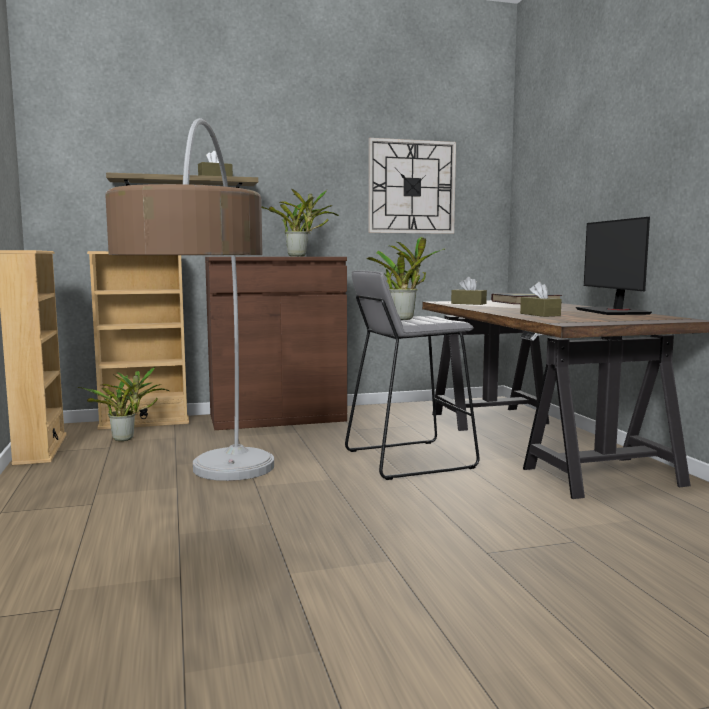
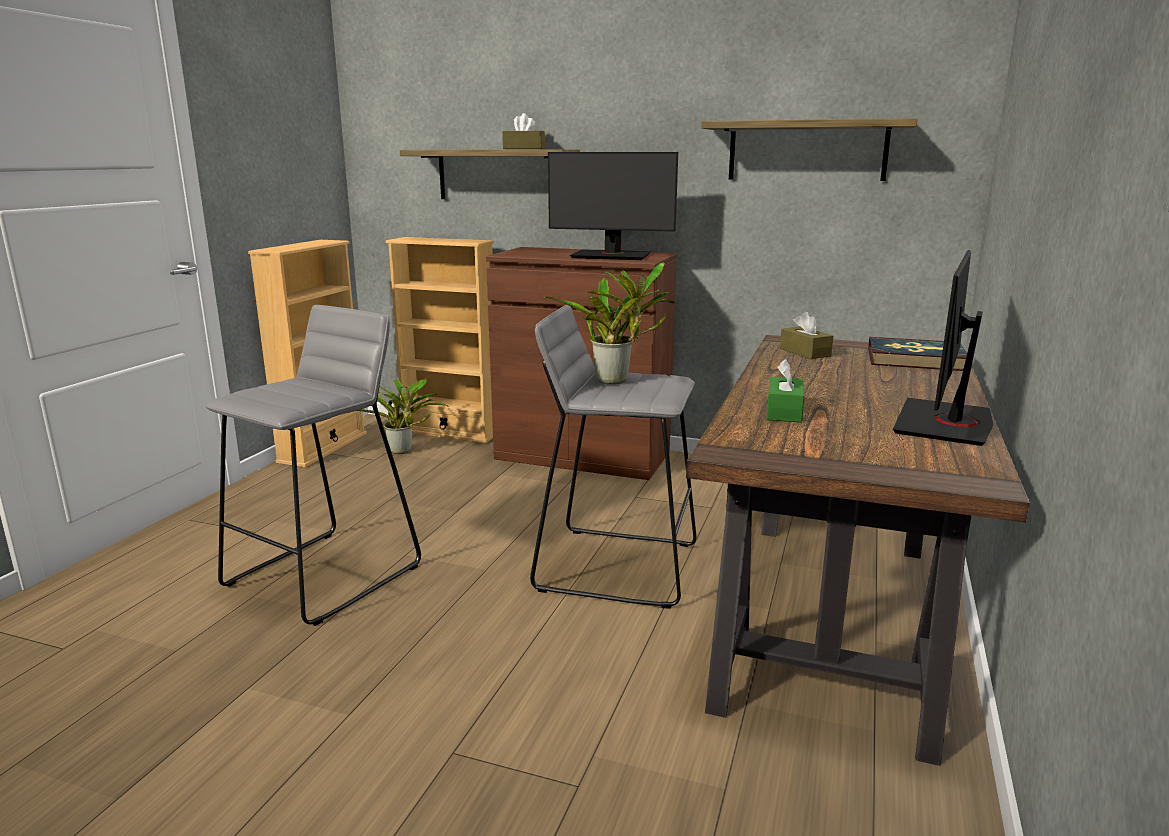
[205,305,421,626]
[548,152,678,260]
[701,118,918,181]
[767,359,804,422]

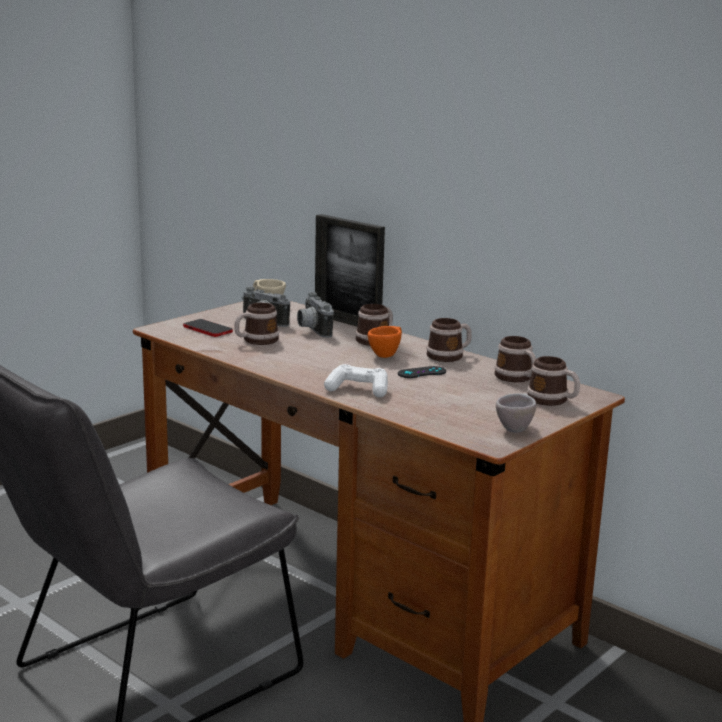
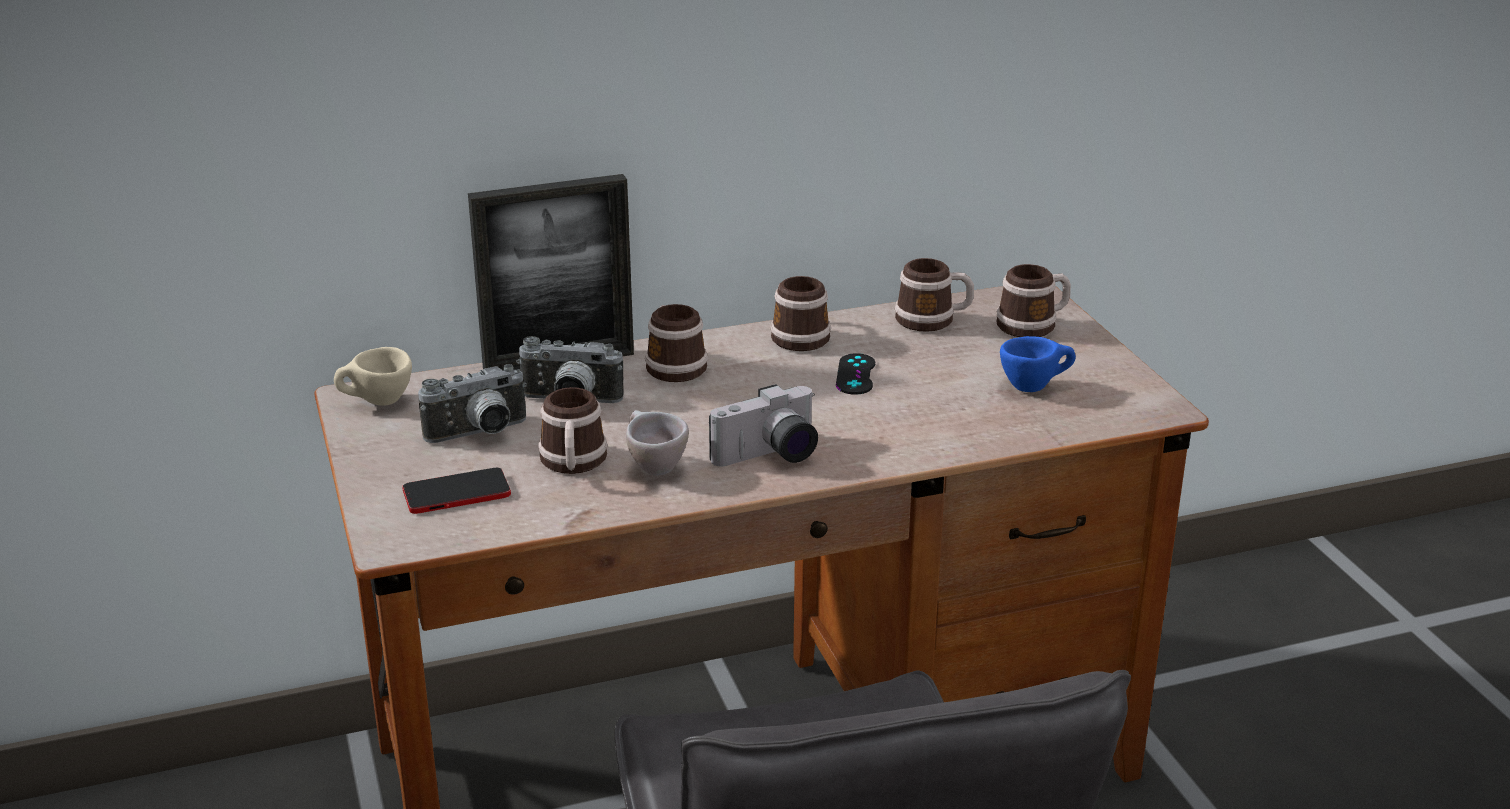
[324,364,388,398] (first image)
[368,326,402,358] (first image)
[709,384,818,466]
[1000,336,1076,392]
[626,410,689,476]

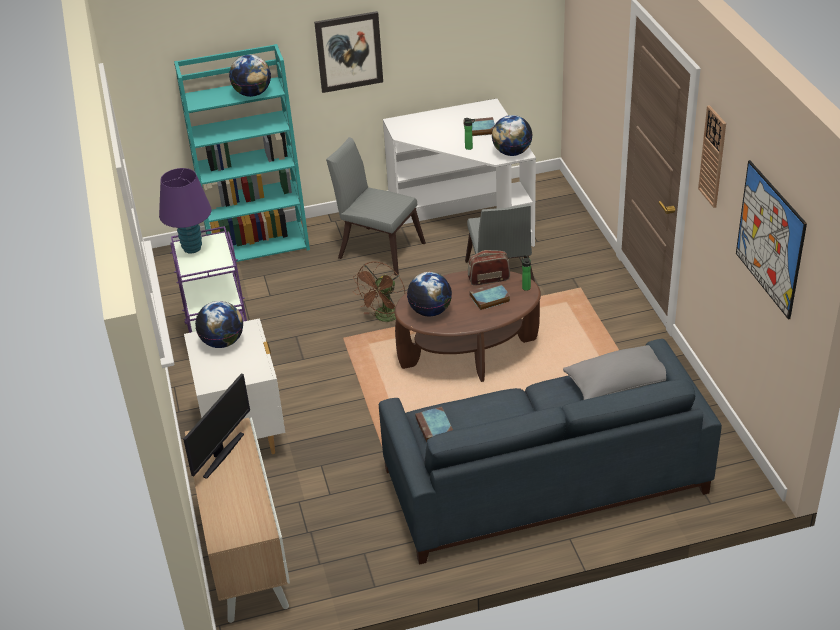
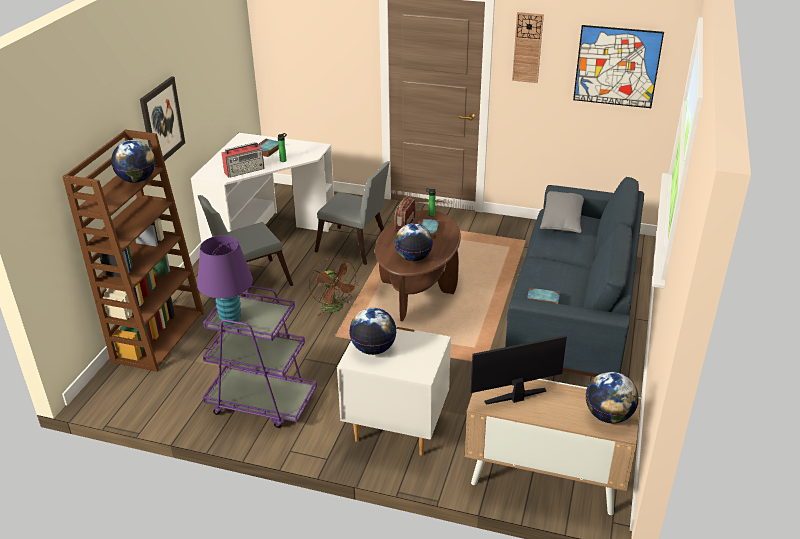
[221,142,265,178]
[586,371,639,424]
[62,129,205,372]
[470,335,567,404]

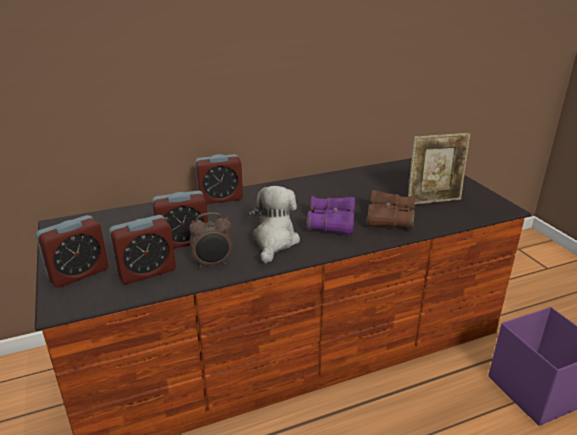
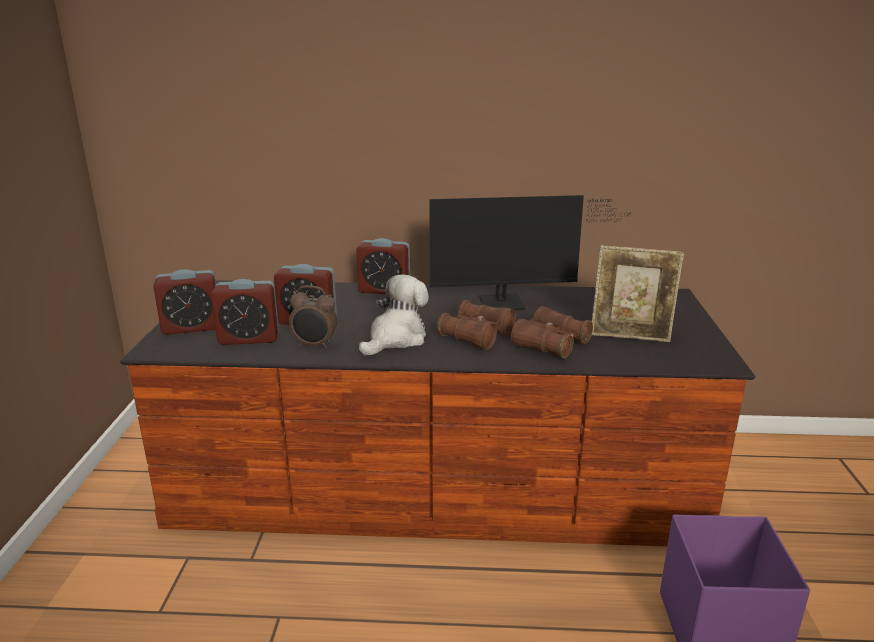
[429,195,630,310]
[437,300,516,350]

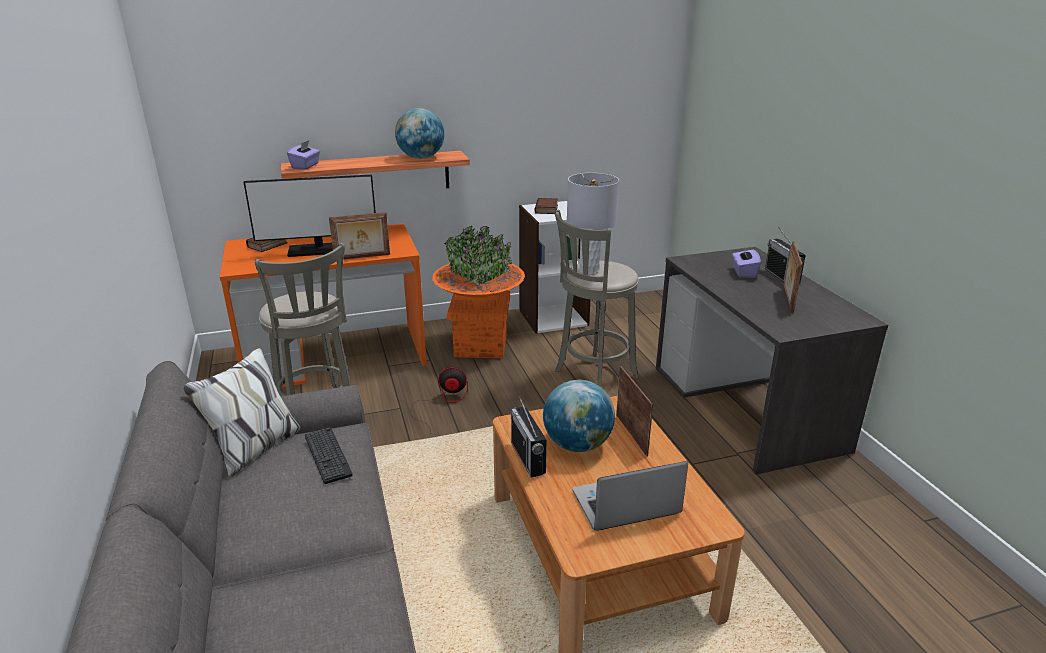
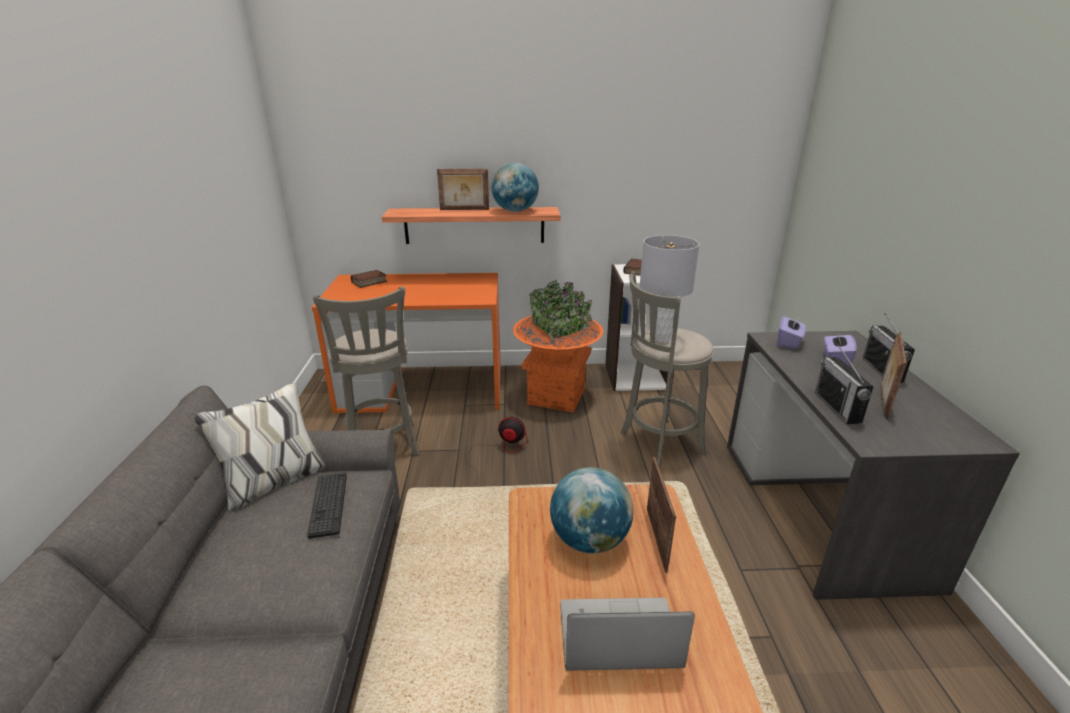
[244,175,376,257] (first image)
[778,316,806,349]
[437,169,489,210]
[815,344,873,424]

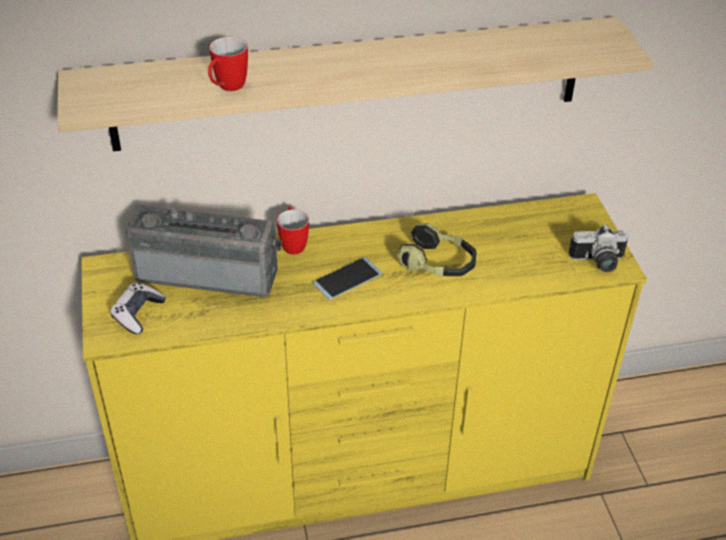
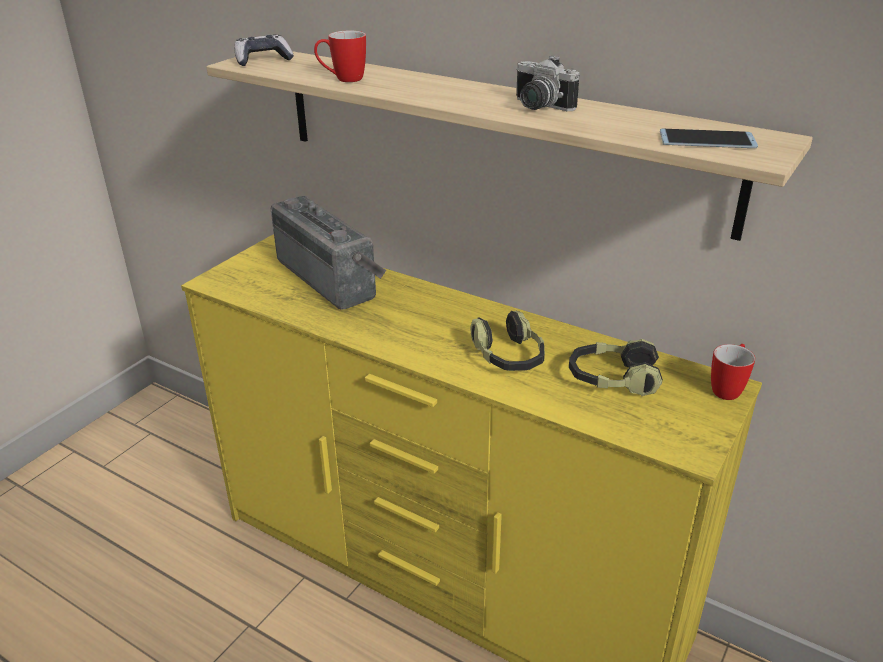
[569,338,663,396]
[234,34,294,66]
[711,344,755,400]
[660,129,758,148]
[516,55,580,111]

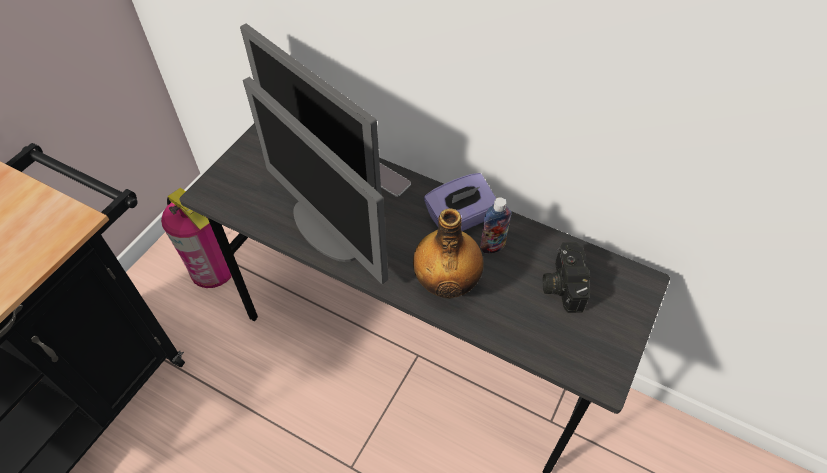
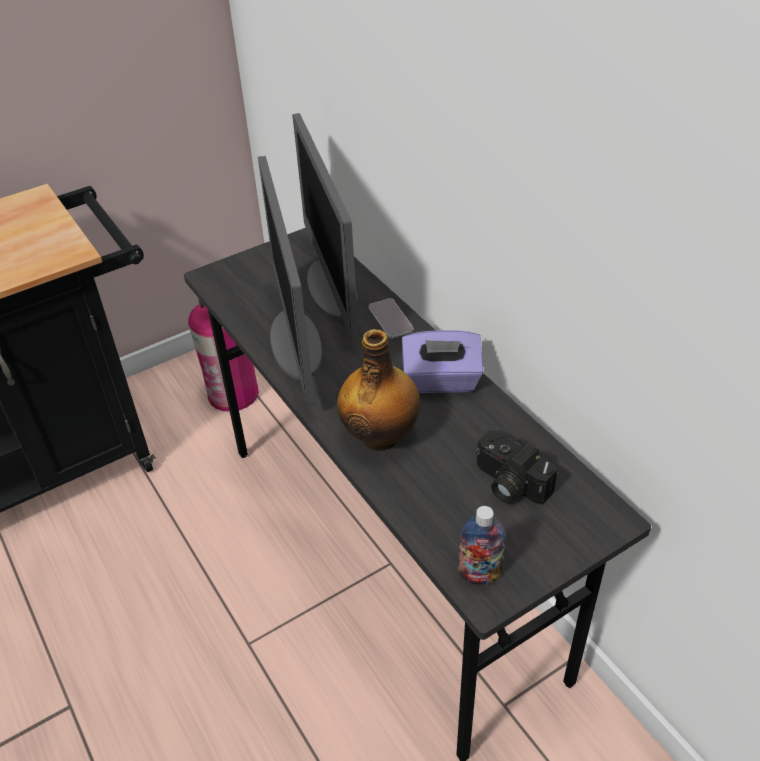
[458,506,506,585]
[475,430,557,505]

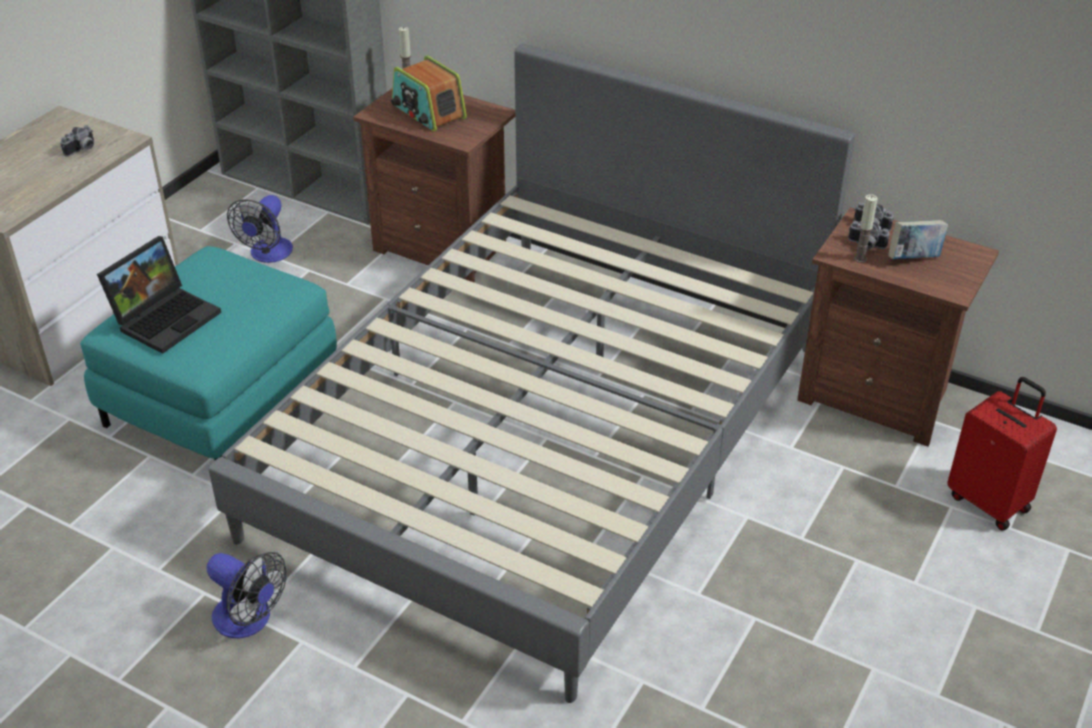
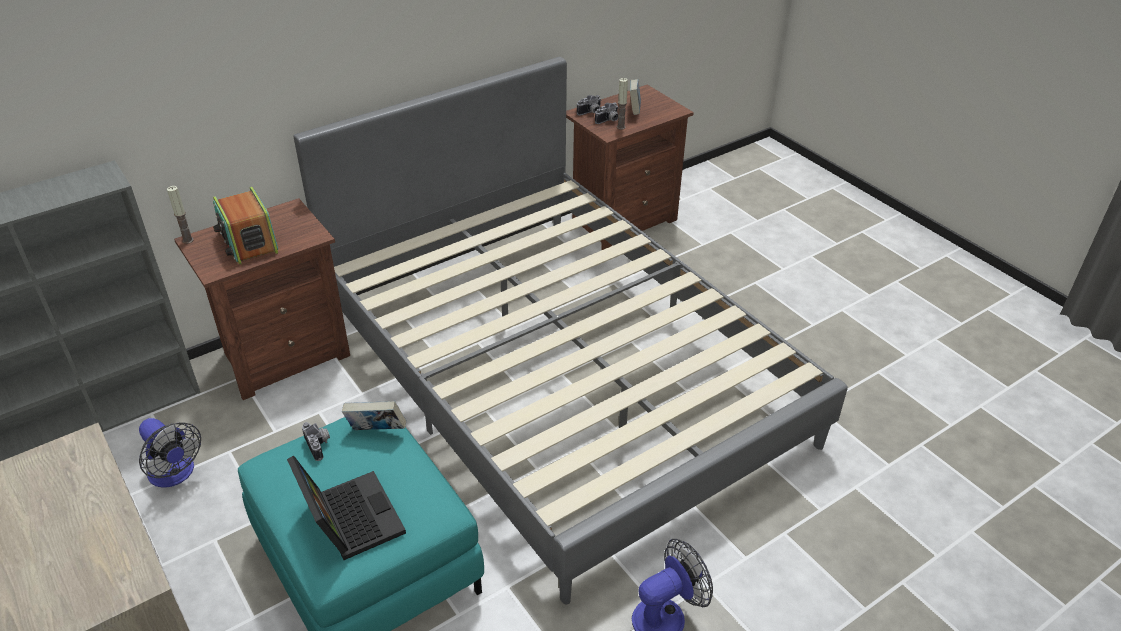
[947,377,1057,531] (first image)
[342,401,406,430]
[302,422,330,461]
[213,187,278,265]

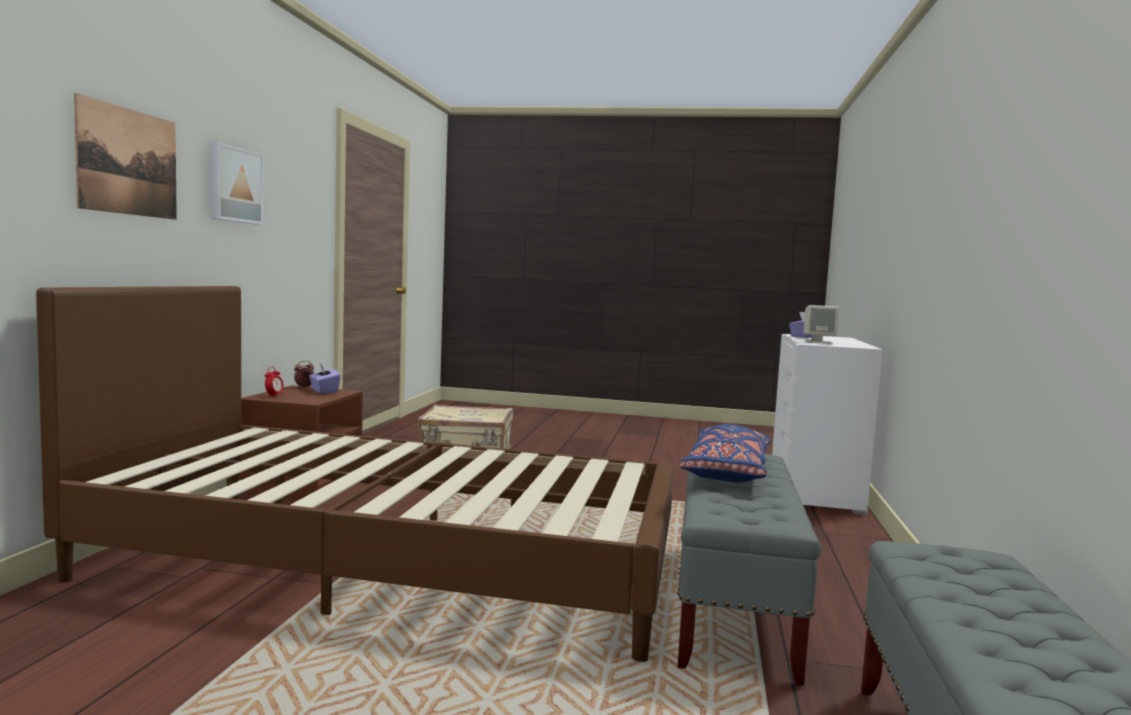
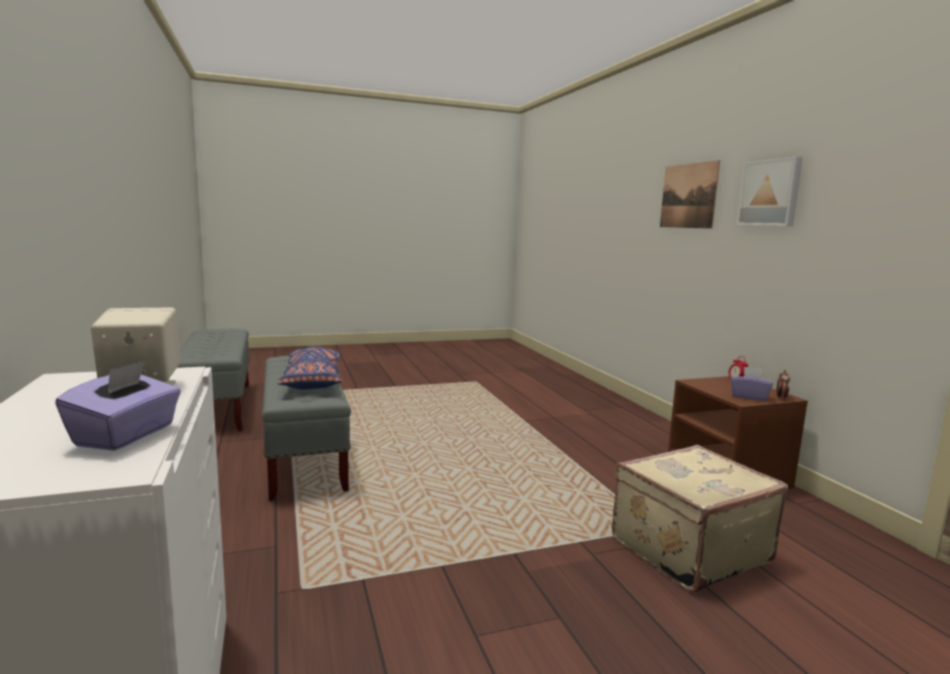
[36,286,674,662] (first image)

